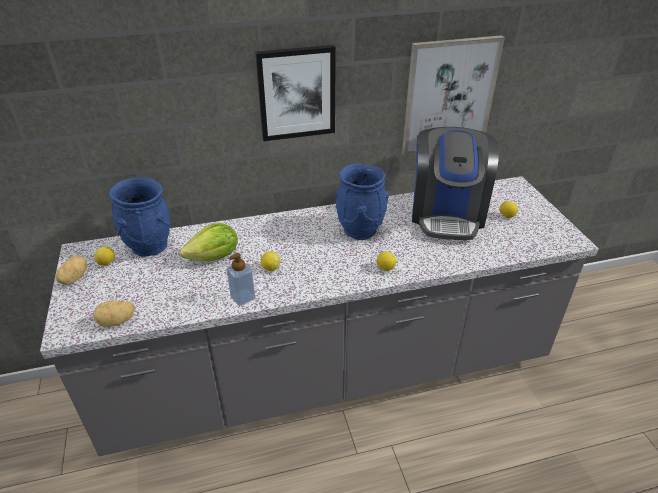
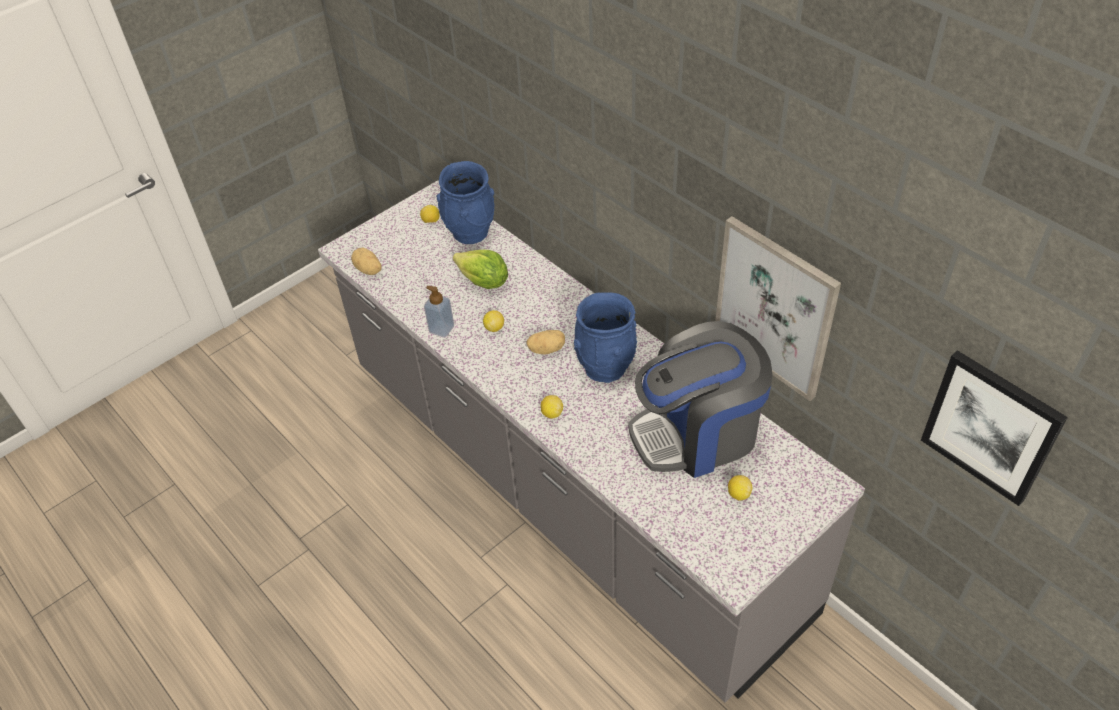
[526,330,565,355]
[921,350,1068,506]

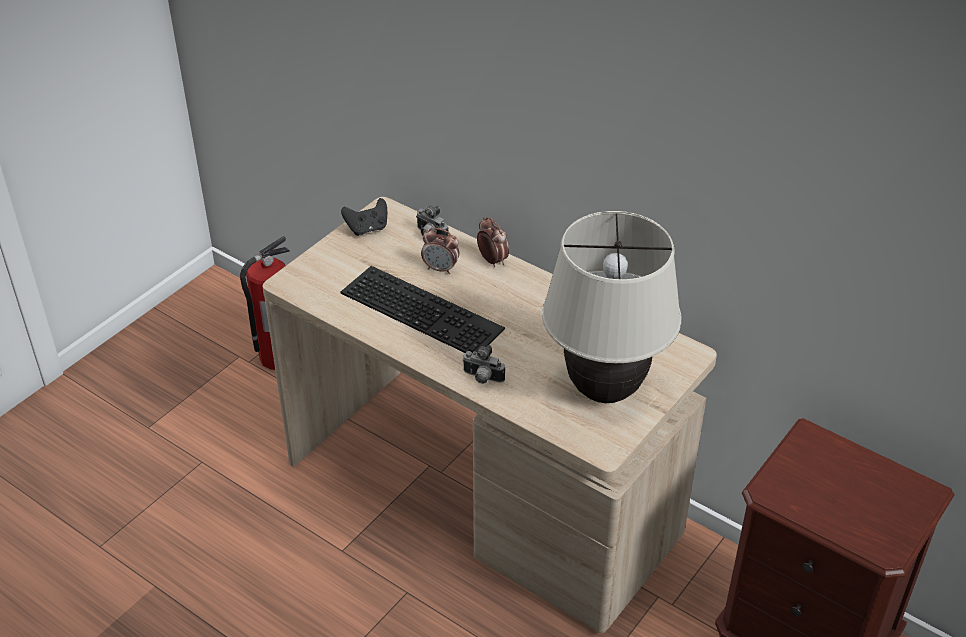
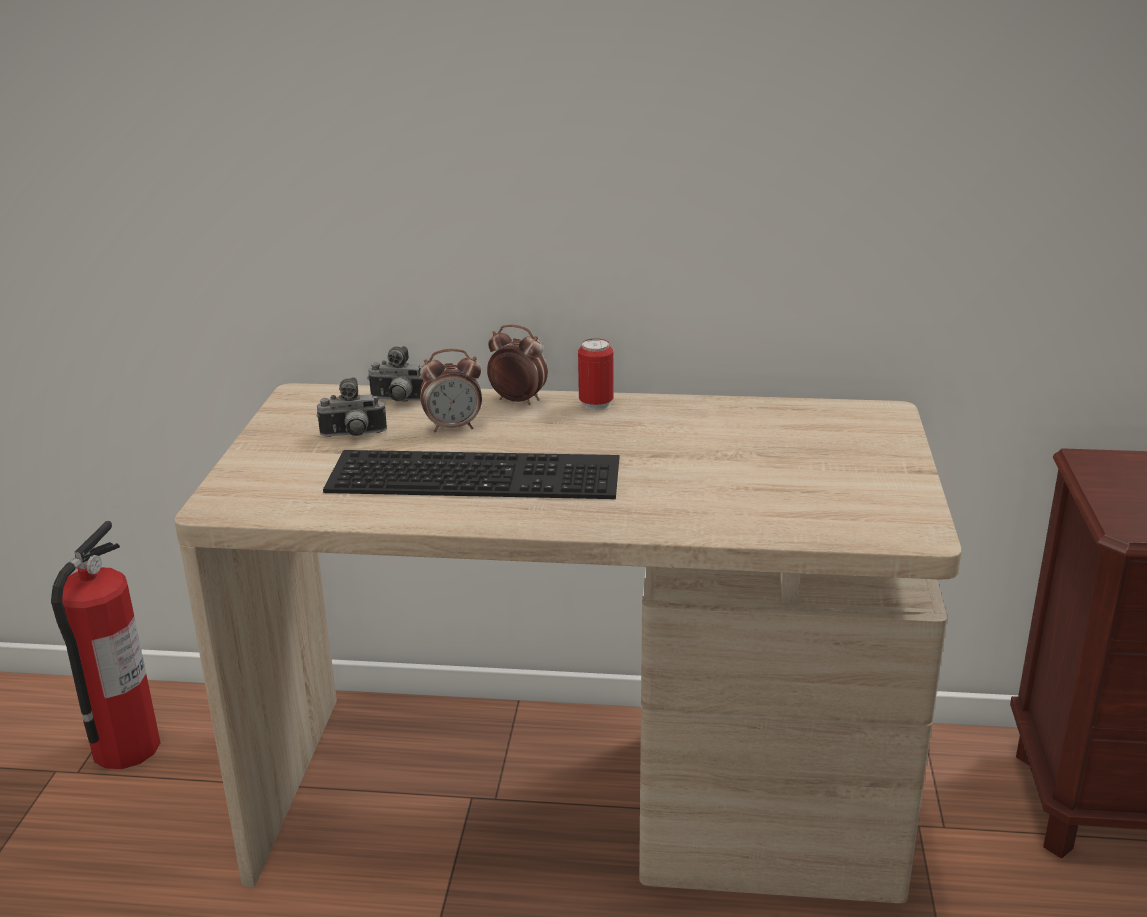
[341,198,387,236] (first image)
[542,211,681,403] (first image)
[578,338,613,410]
[316,377,387,437]

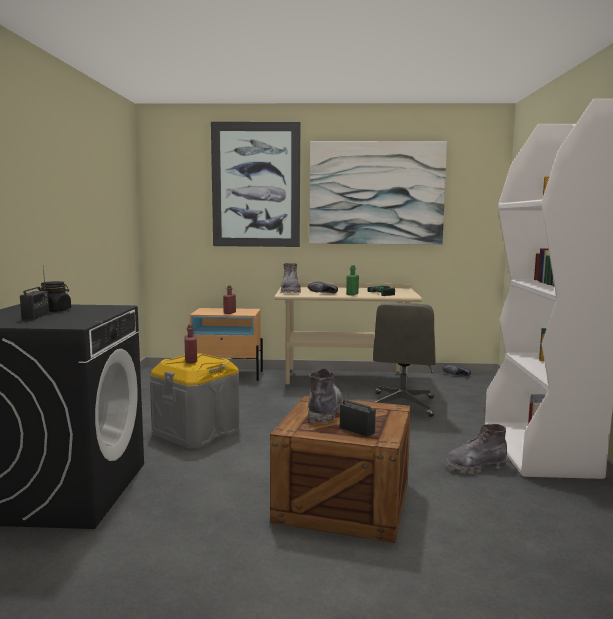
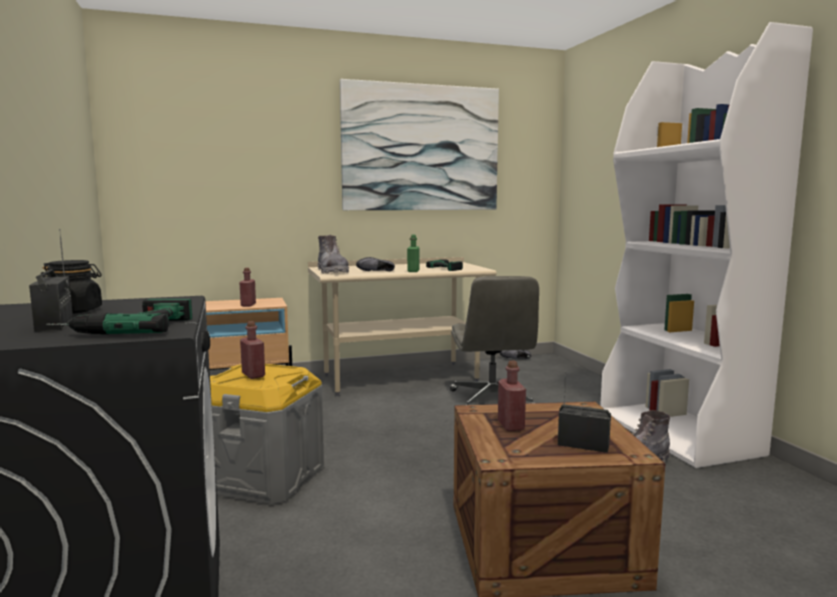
[211,122,300,247] (first image)
[46,298,192,335]
[498,361,526,431]

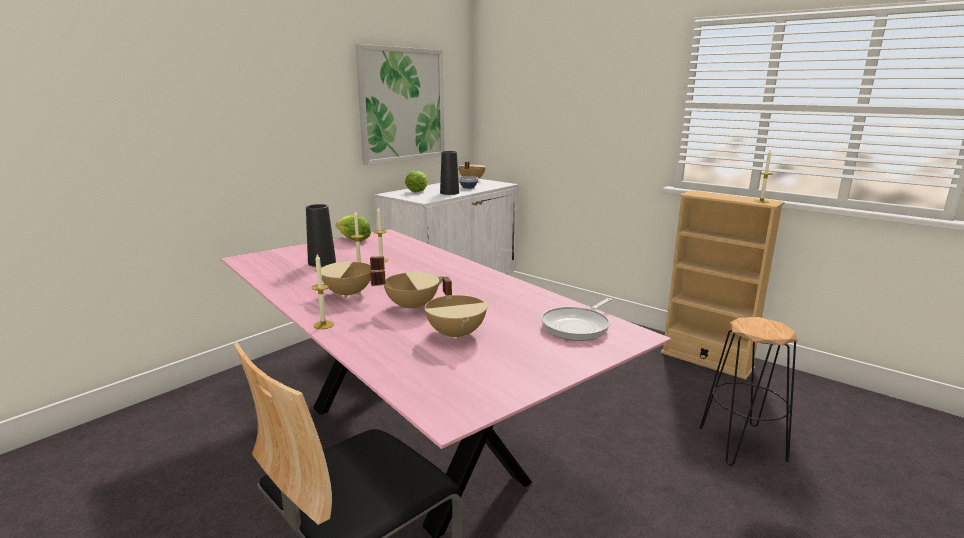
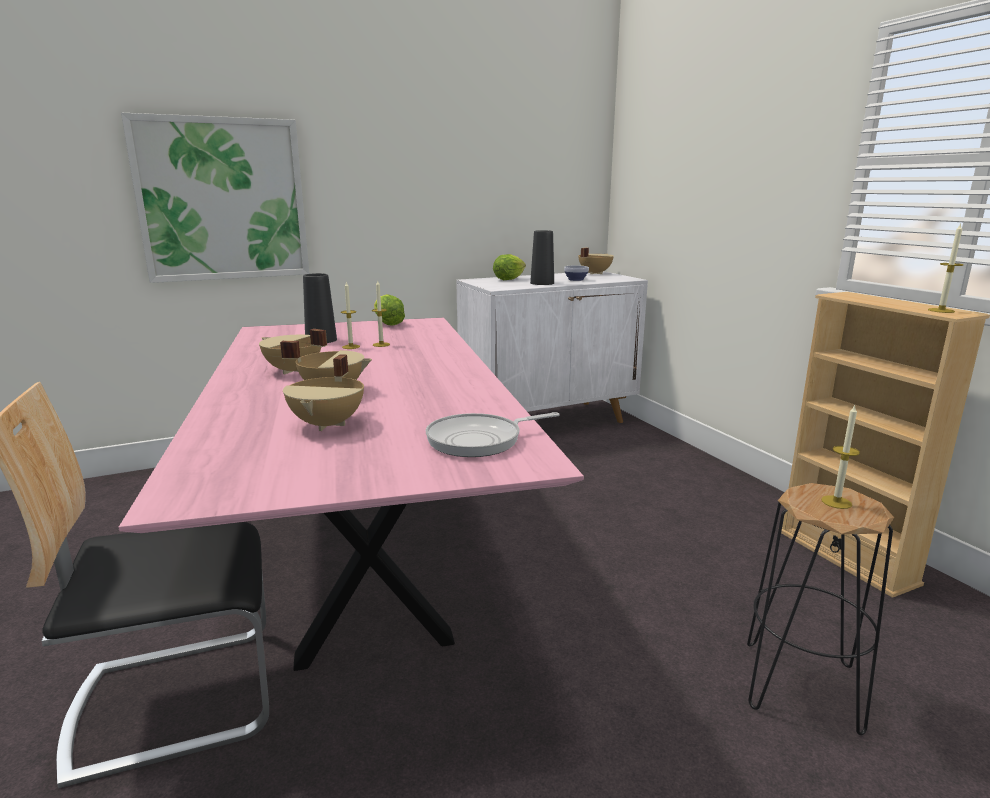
[821,405,860,509]
[121,113,310,283]

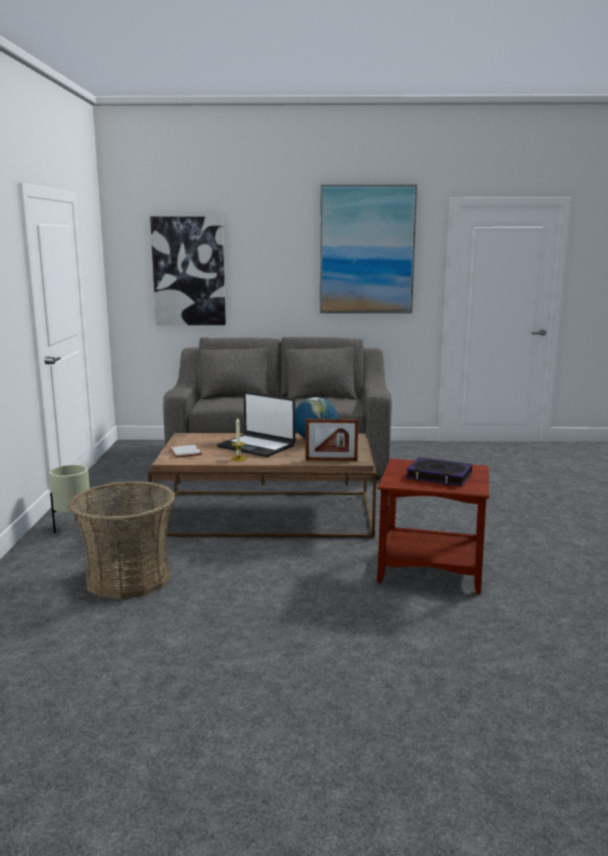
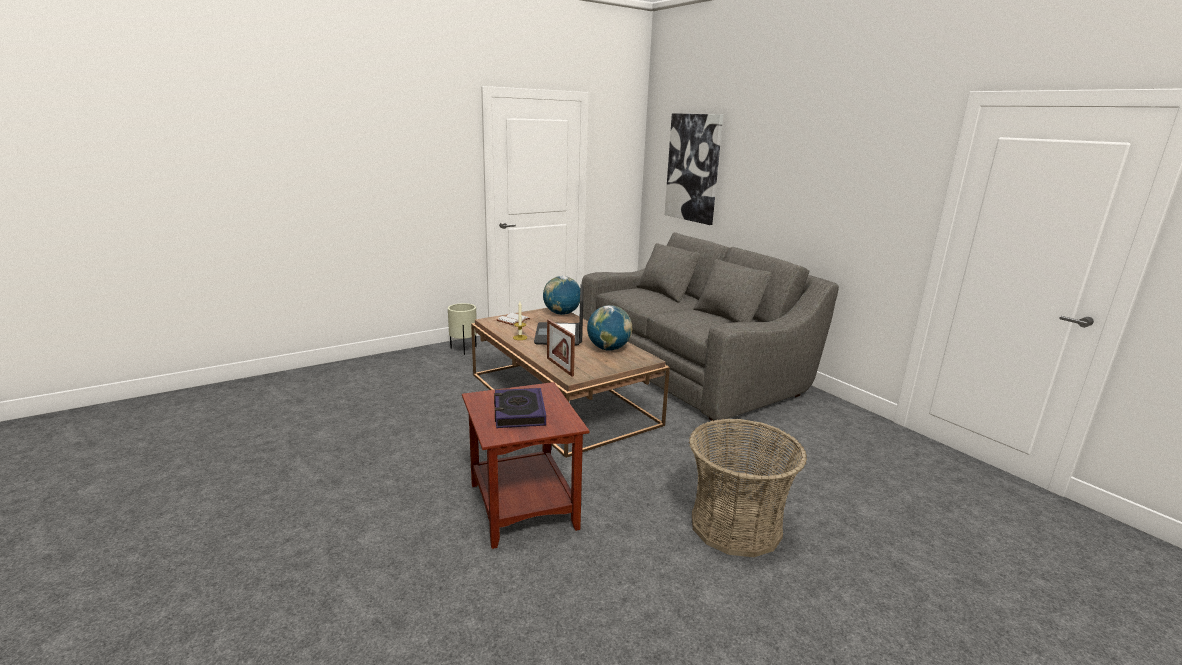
[320,184,417,313] (first image)
[543,276,580,315]
[689,418,807,557]

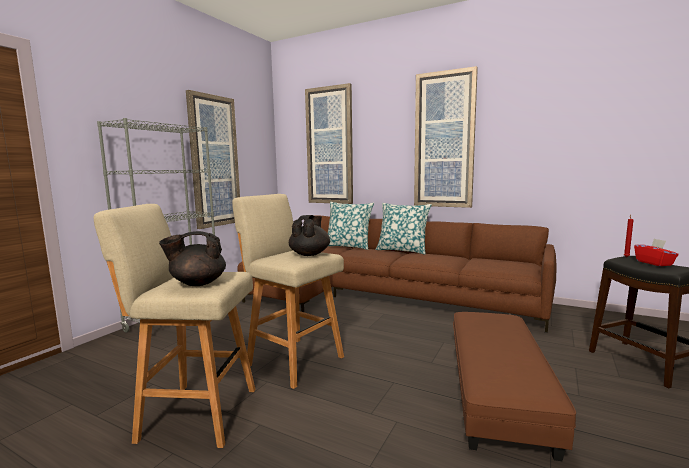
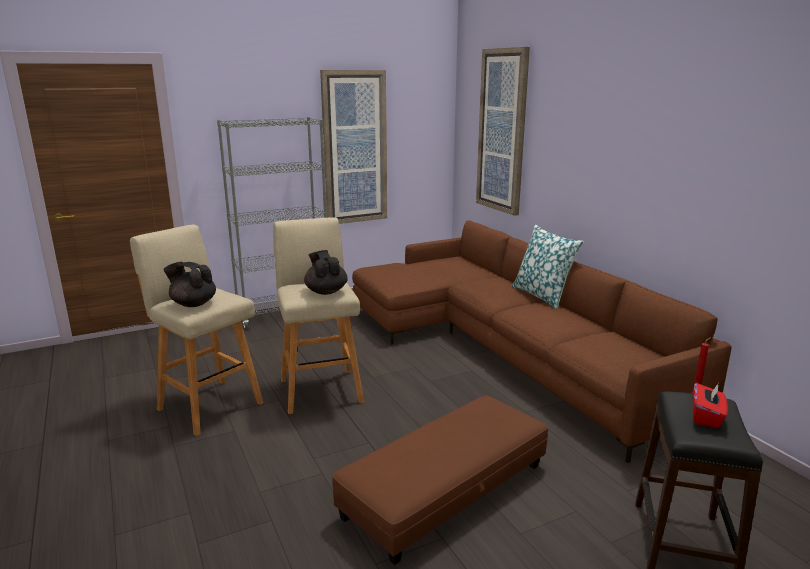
[328,202,374,250] (first image)
[414,66,478,208] (first image)
[304,250,348,295]

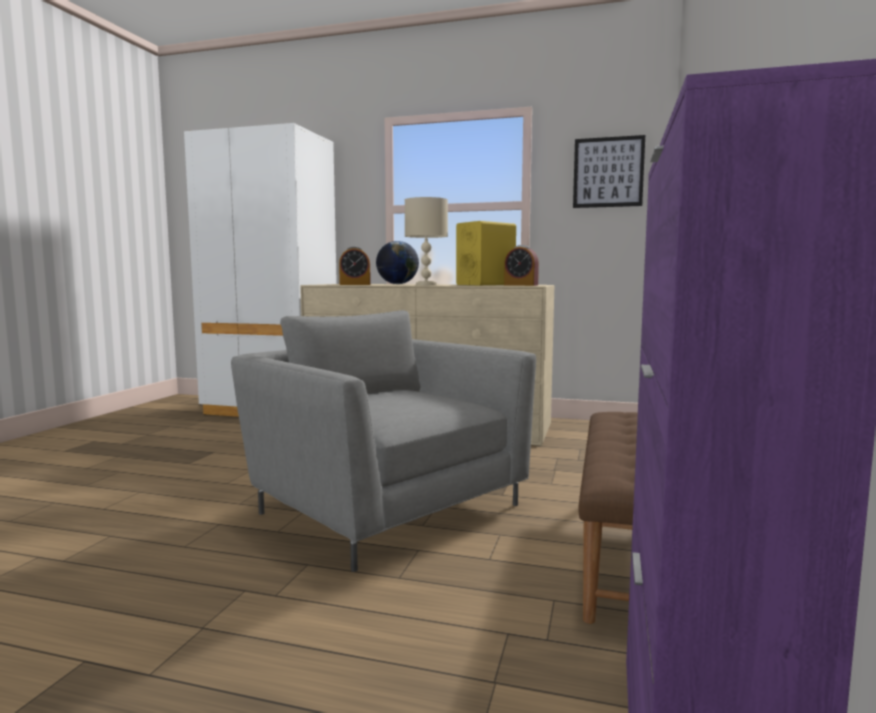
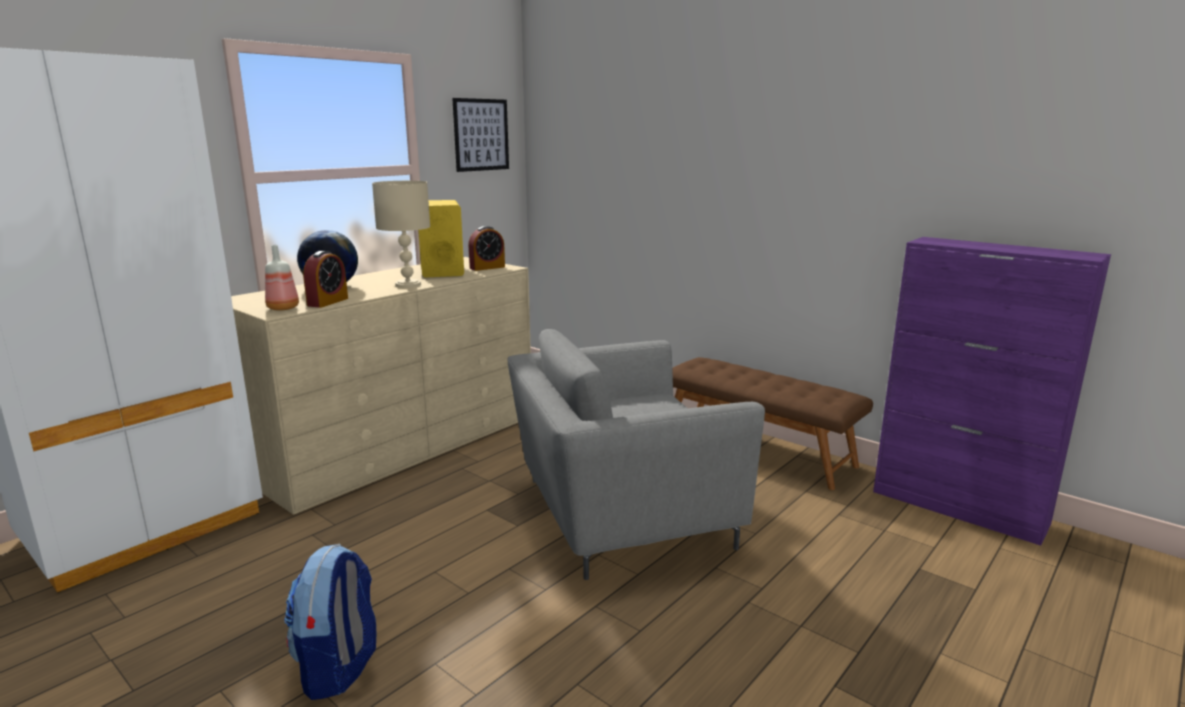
[265,245,299,310]
[284,544,376,700]

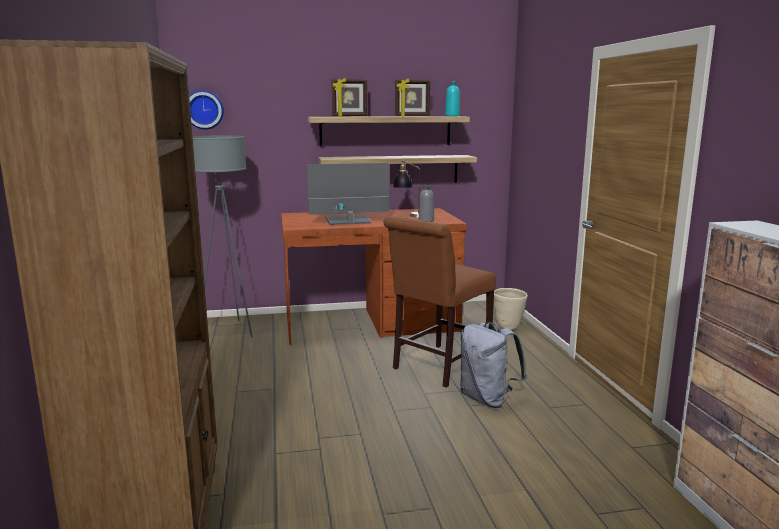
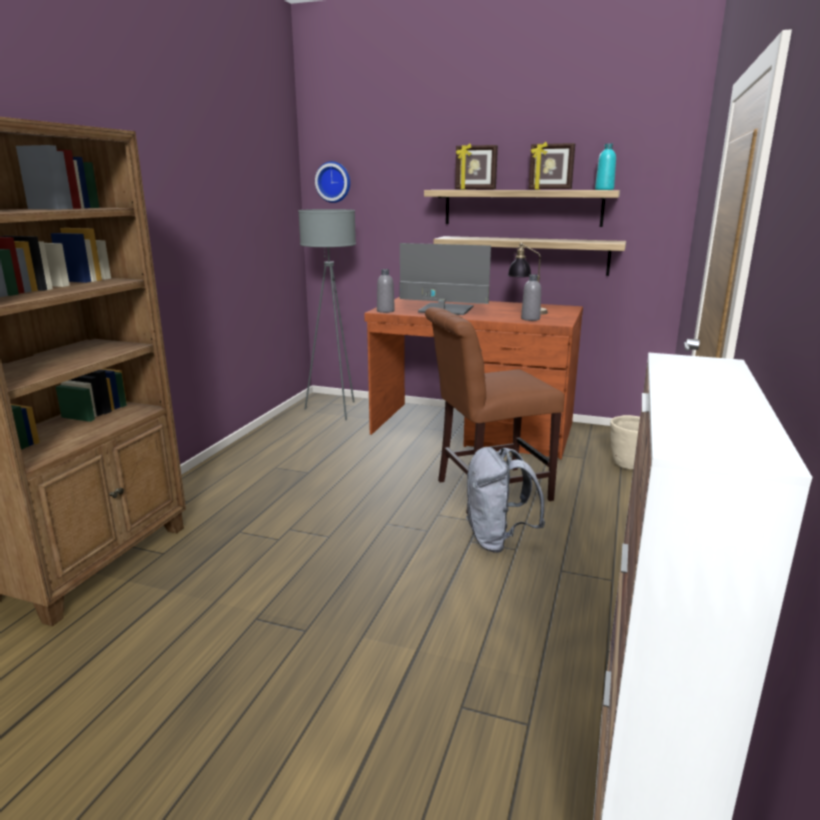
[377,269,395,313]

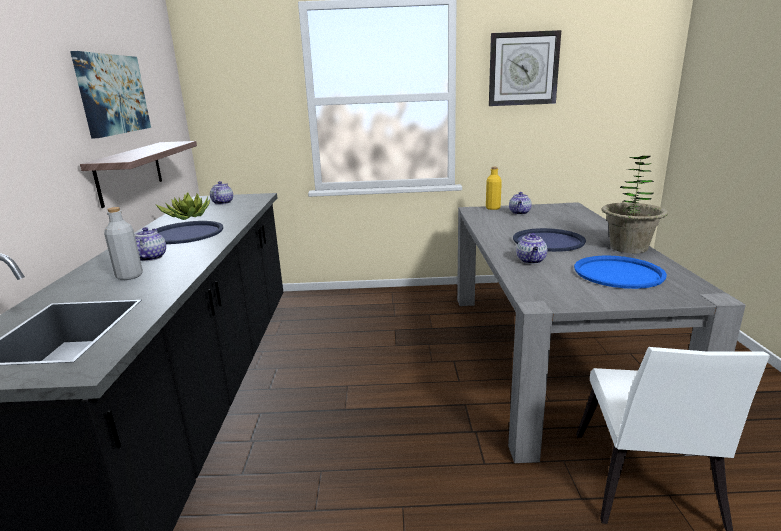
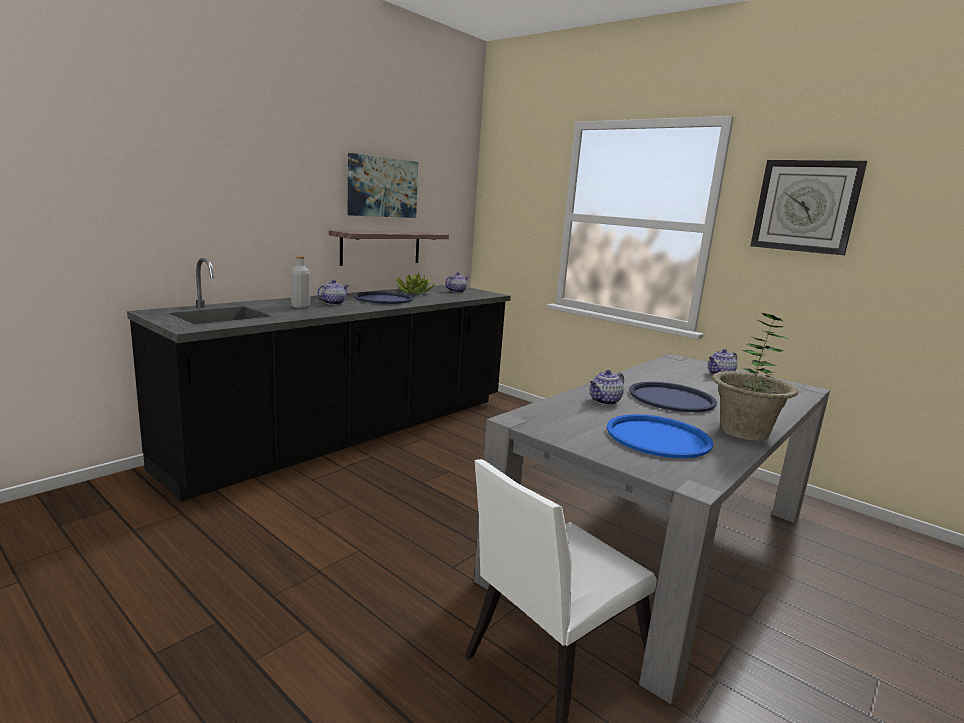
[486,167,502,210] (first image)

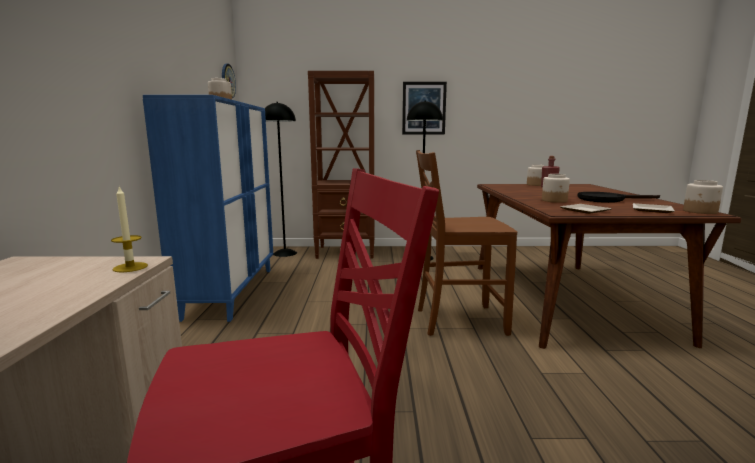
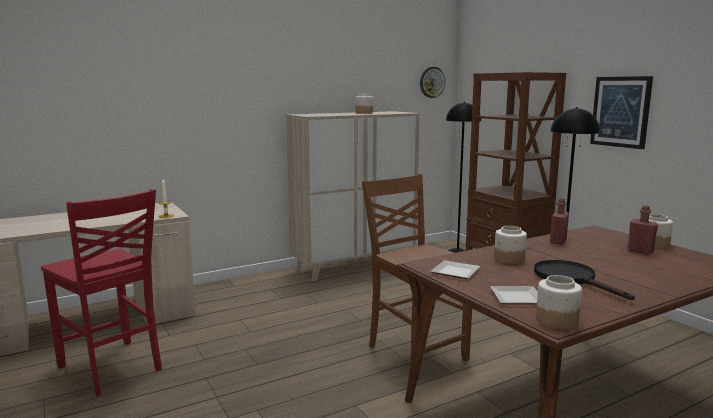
[550,198,569,244]
[286,111,420,282]

